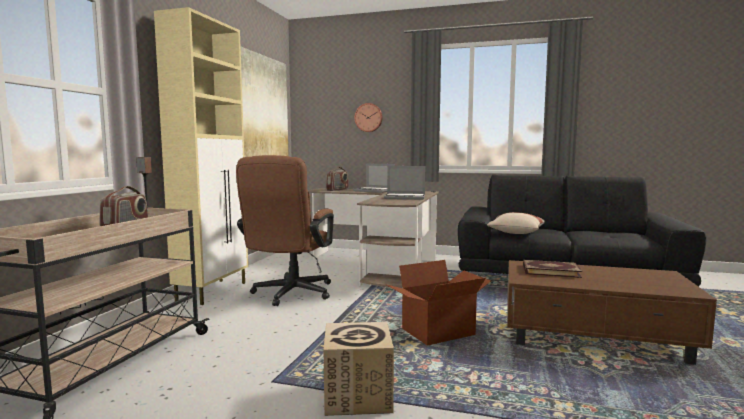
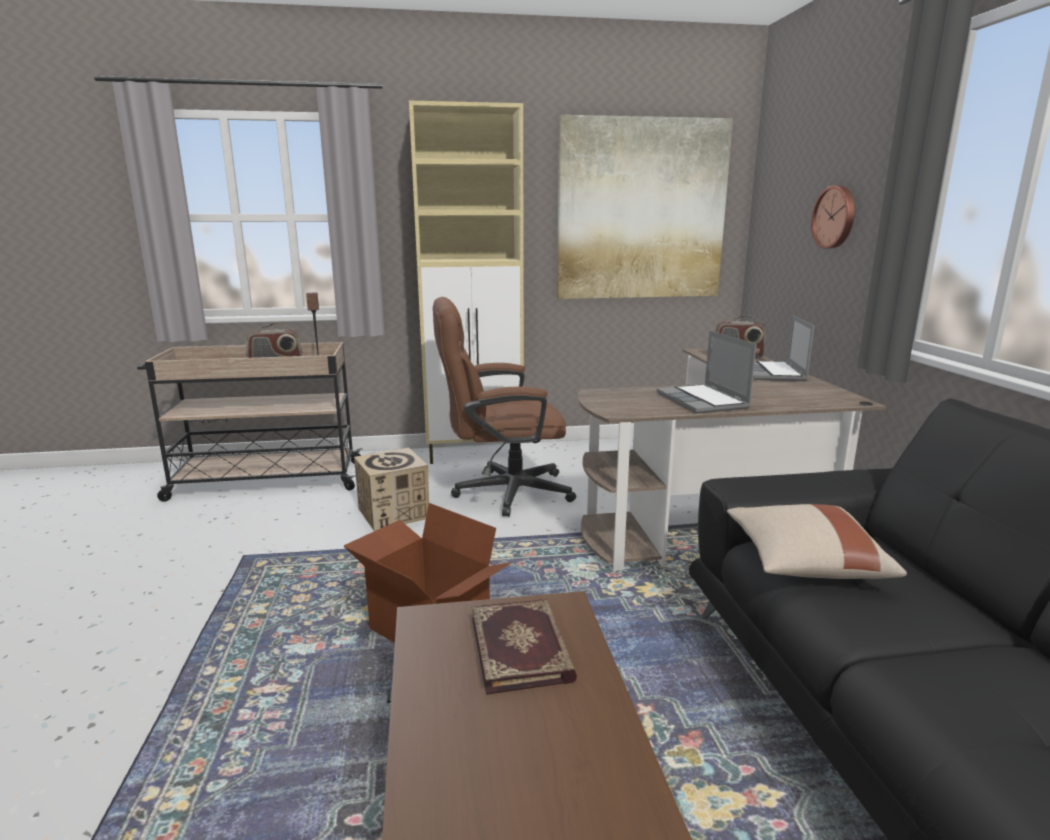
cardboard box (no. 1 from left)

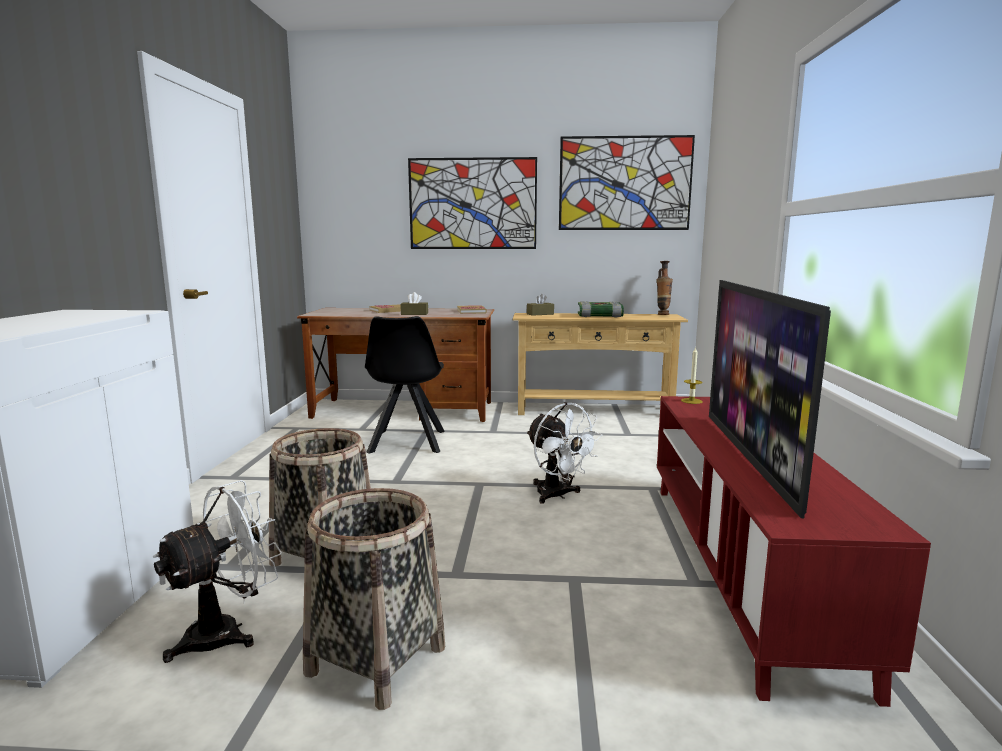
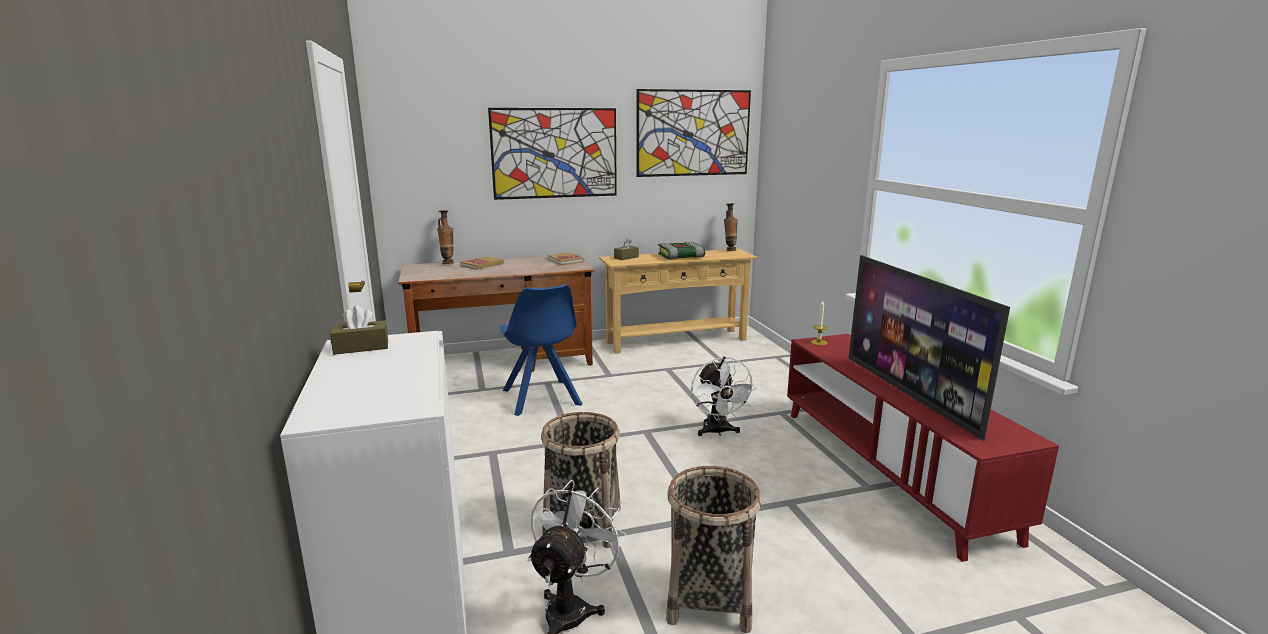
tissue box/brown (no. 1 from left); decorative vase (no. 1 from left); upright chair/bluish; fan/white (no. 2 from left)

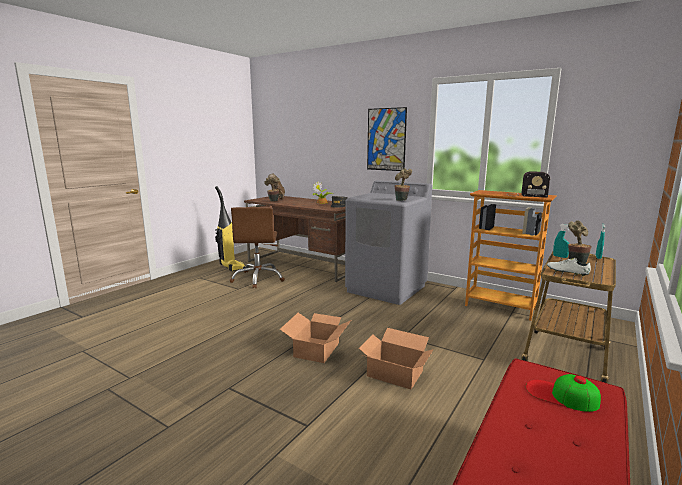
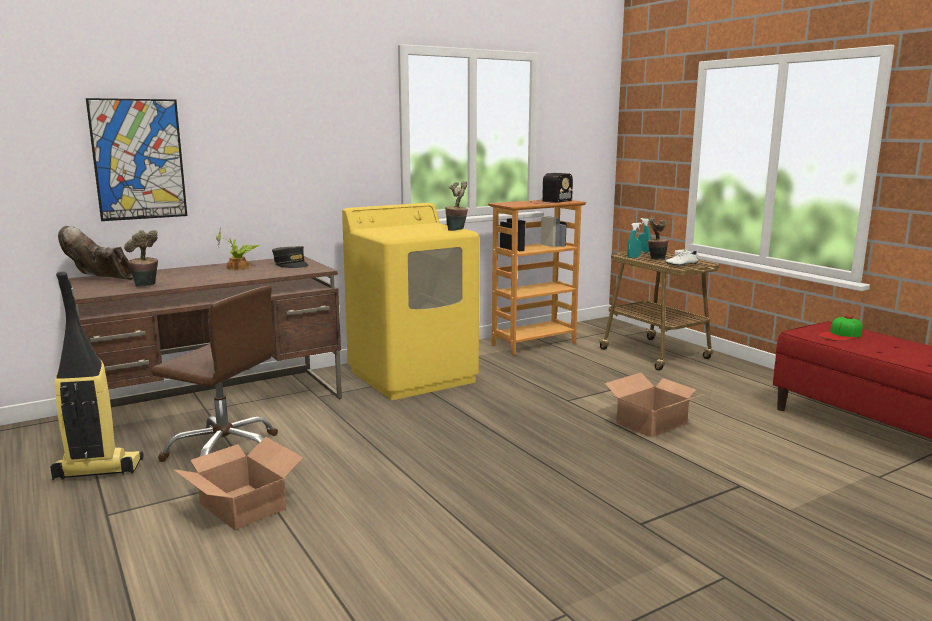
wall picture; cardboard box (no. 1 from left); washing machine/yellow

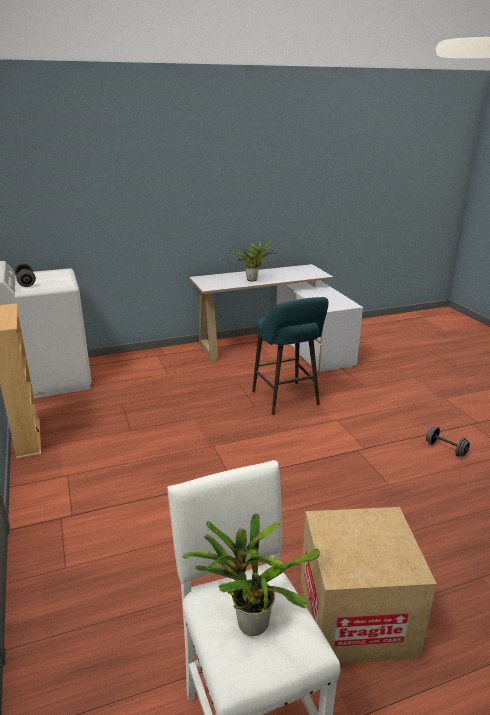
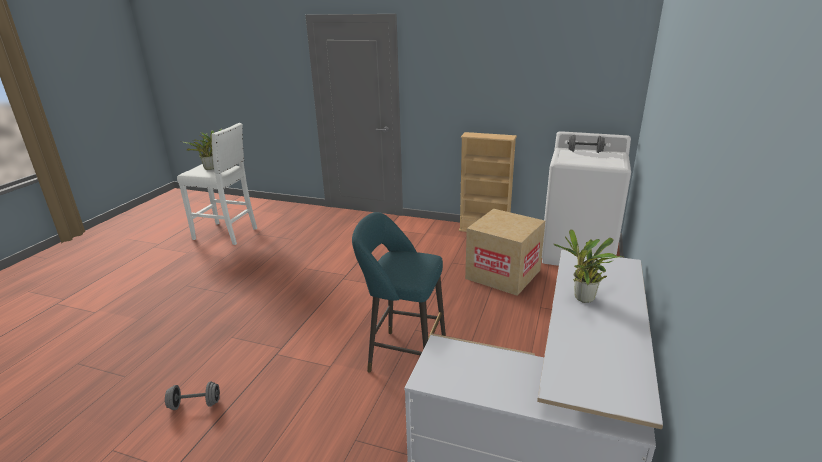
cardboard box

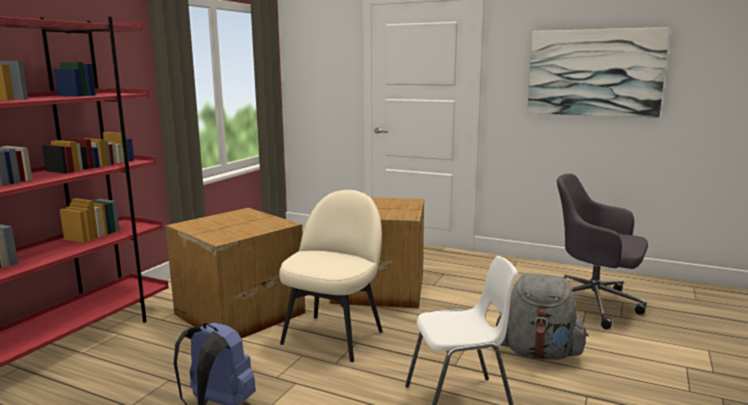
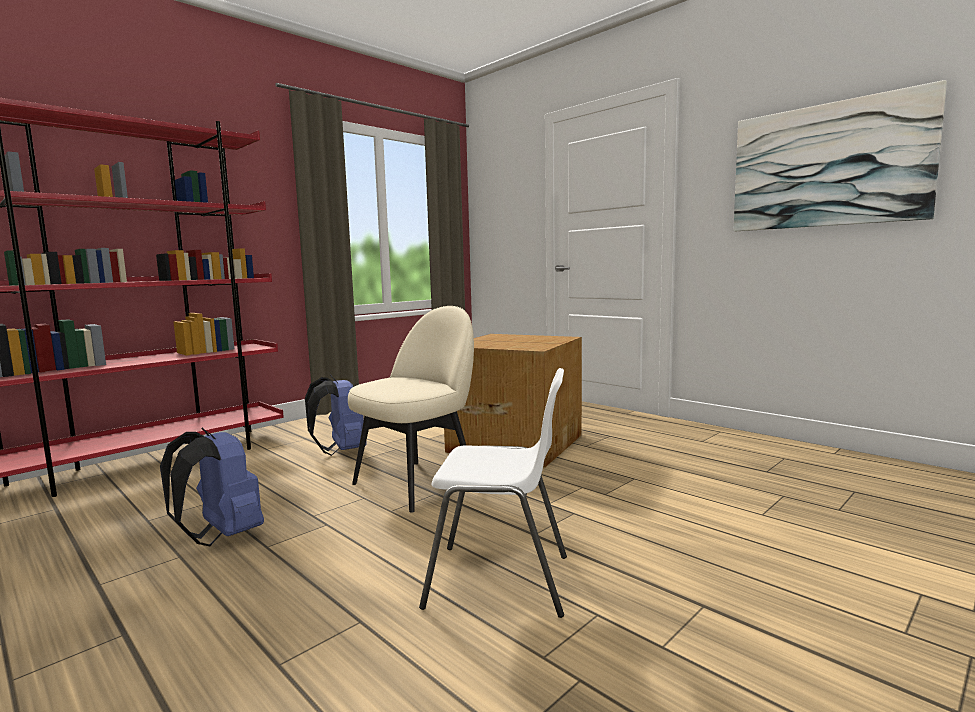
knapsack/bluish (no. 2 from left); knapsack/greyish; office chair/greyish

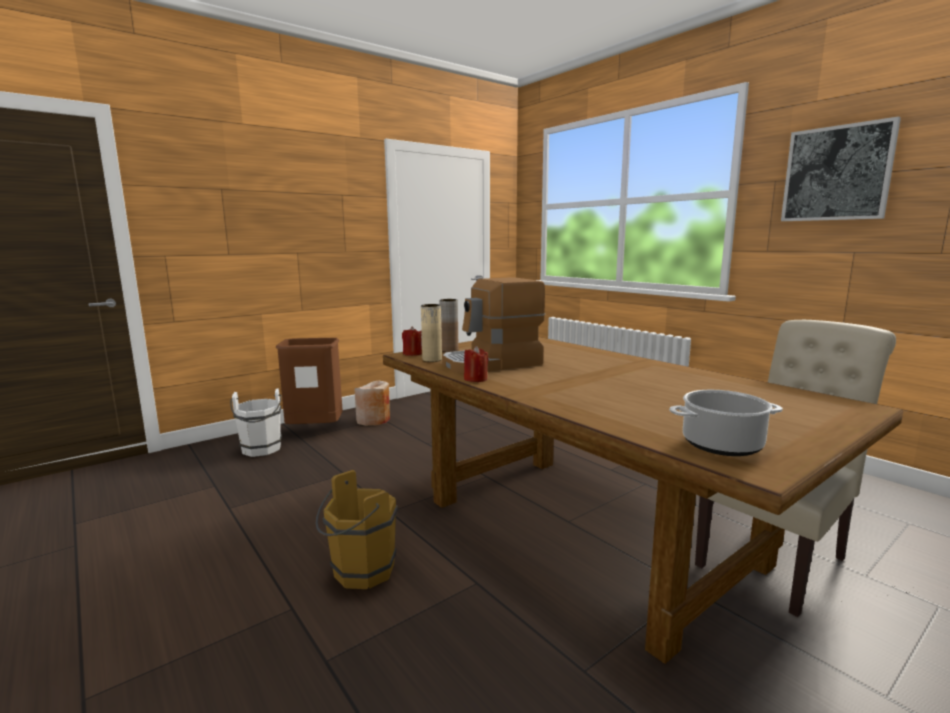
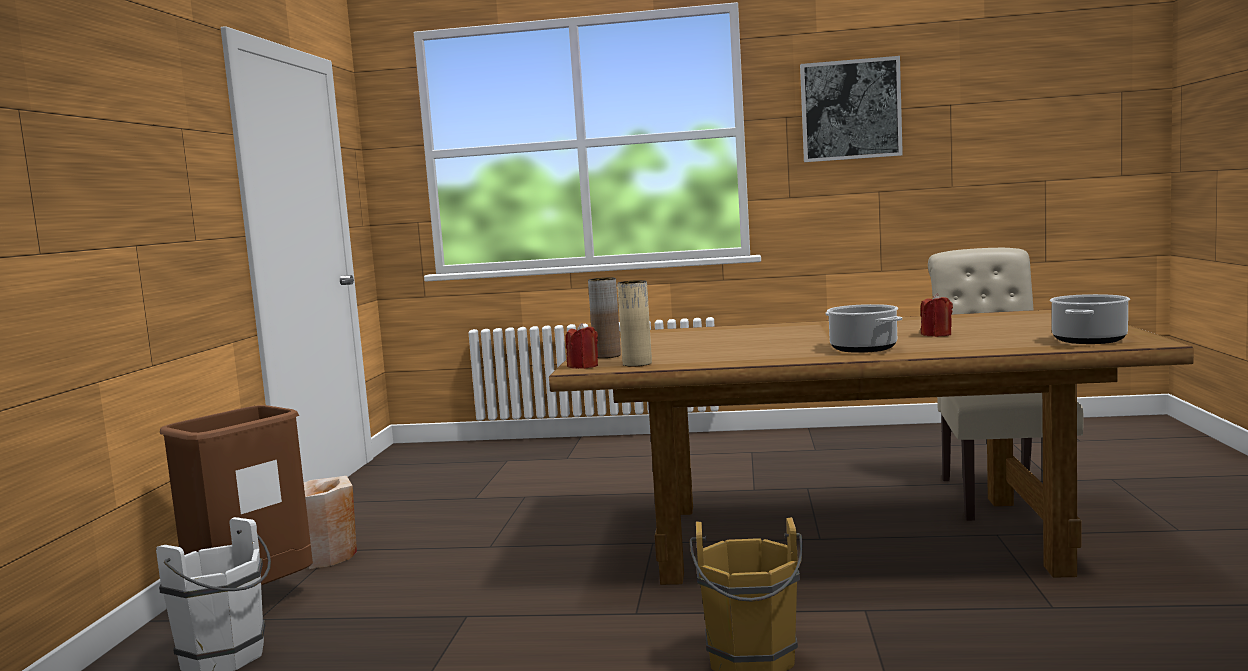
cooking pot (no. 1 from left); candle/reddish (no. 2 from left); coffee machine

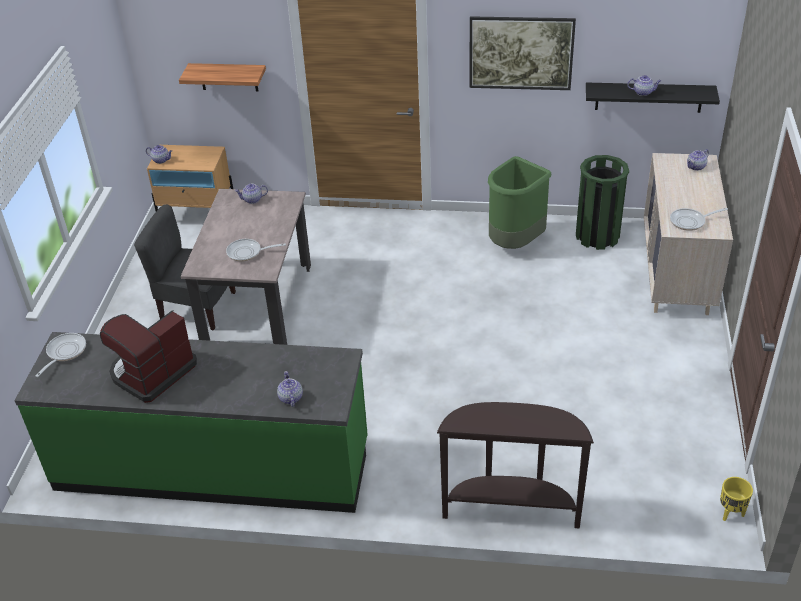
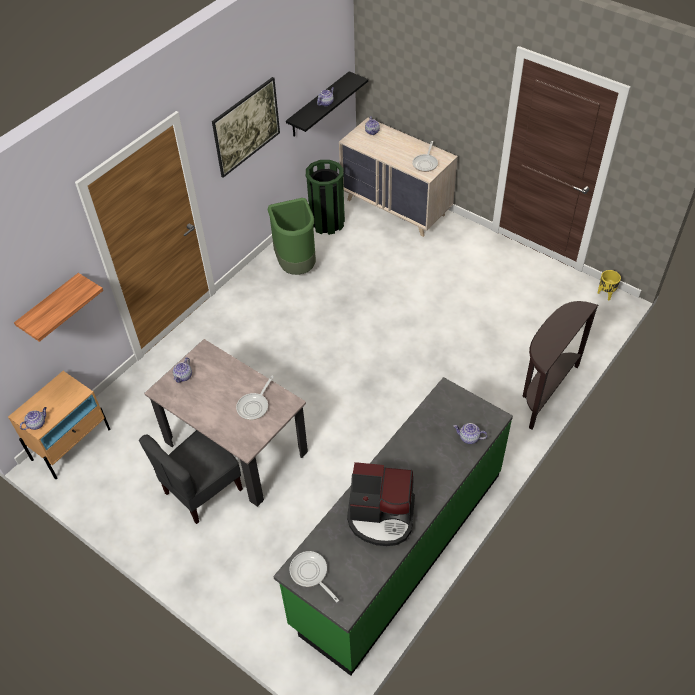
coffee machine

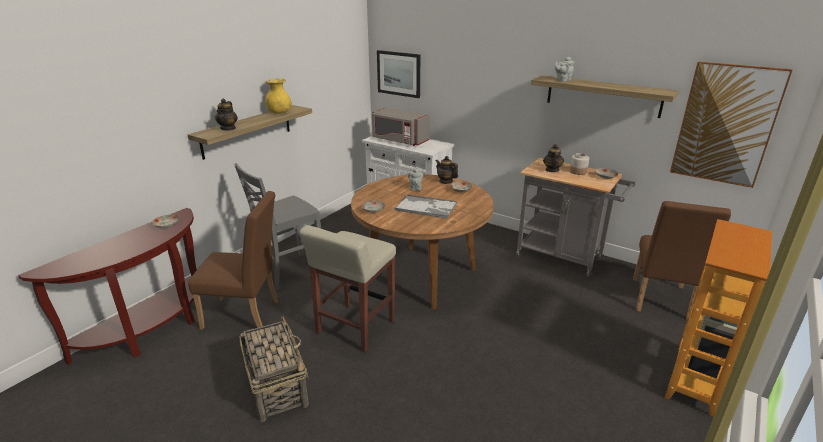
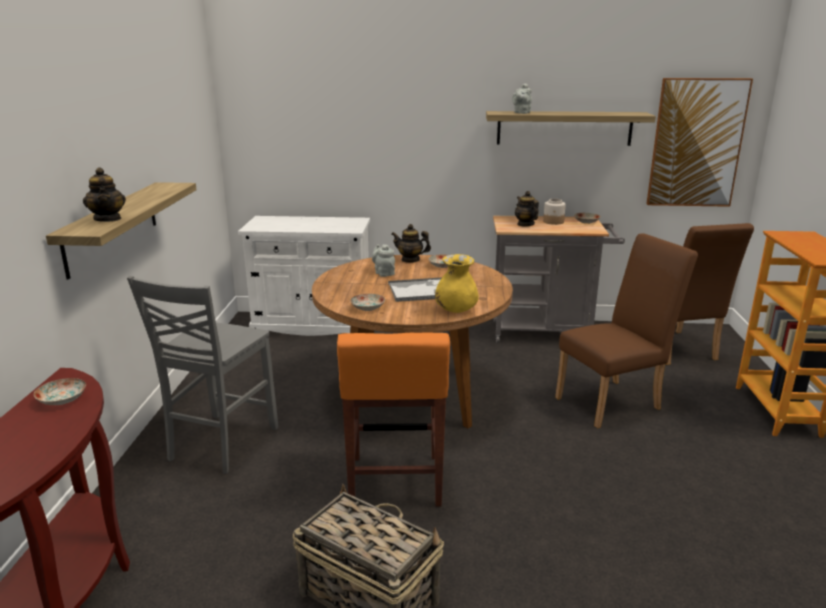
stool/orange-coloured; decorative vase/yellow; upright chair/brown (no. 1 from left); microwave oven/greyish; wall picture (no. 1 from left in the first image)

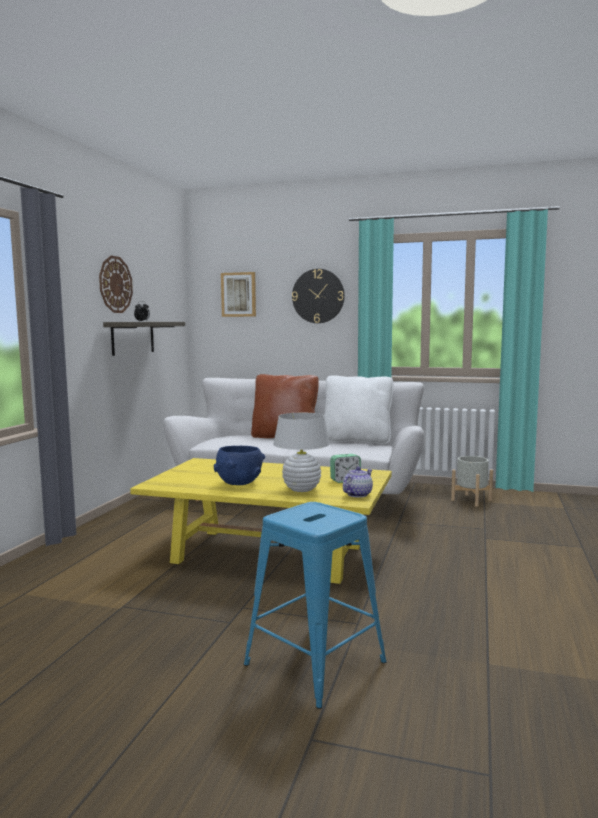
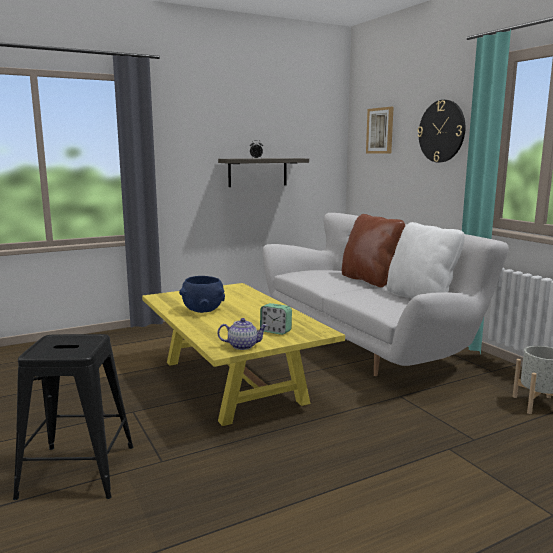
stool/black-coloured; wall clock (no. 1 from left in the first image); tabletop lamp/white

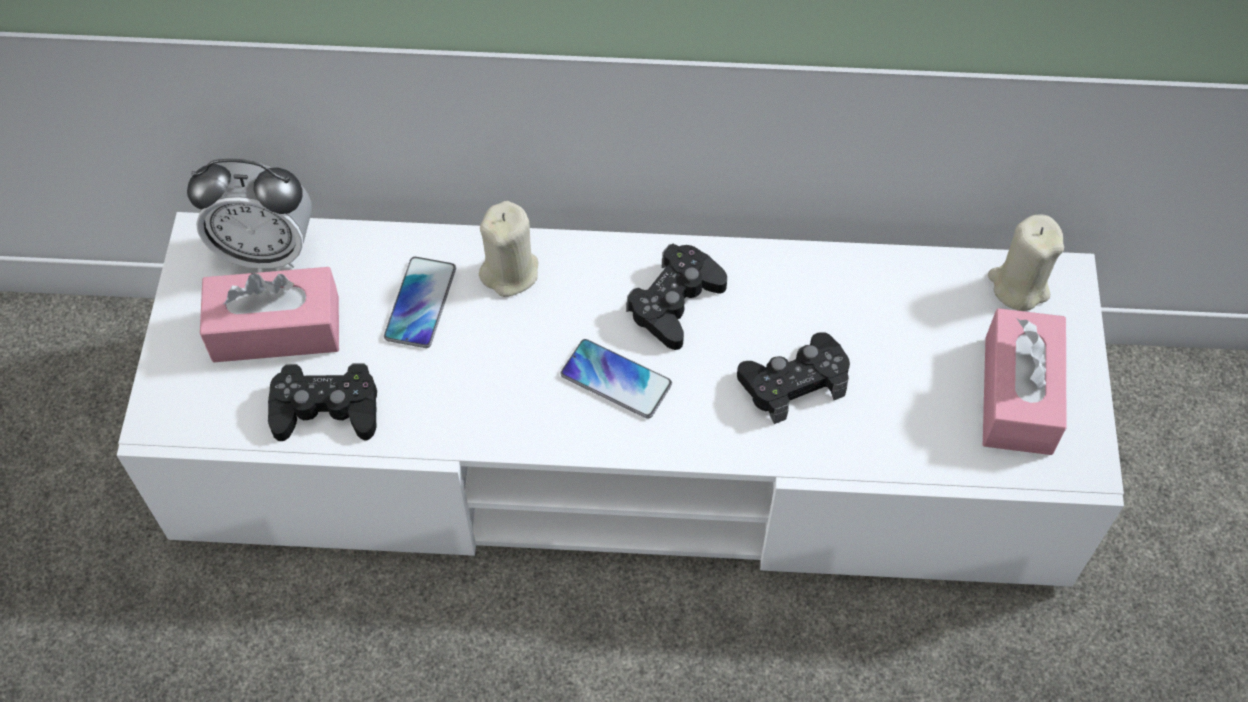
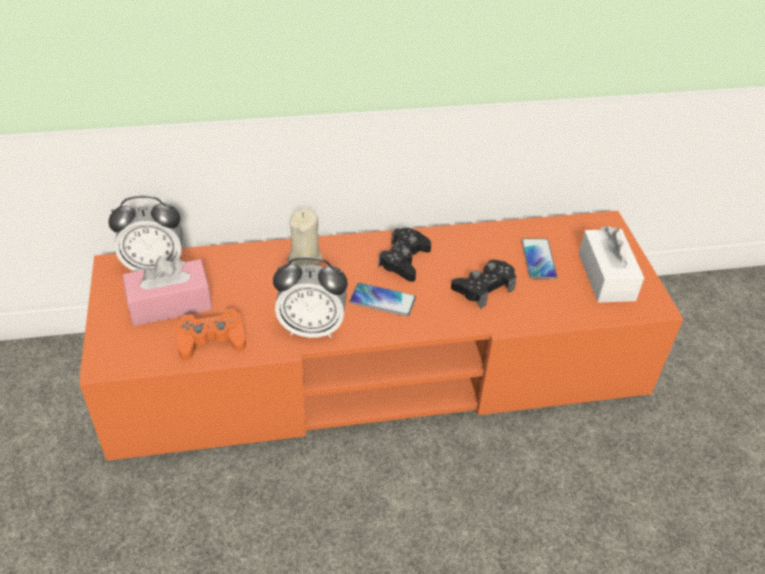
media console/orange-coloured; joypad/orange-coloured; bedside clock (no. 2 from left); phone (no. 2 from left); tissue box/white; candle/sand-coloured (no. 2 from left in the first image)

